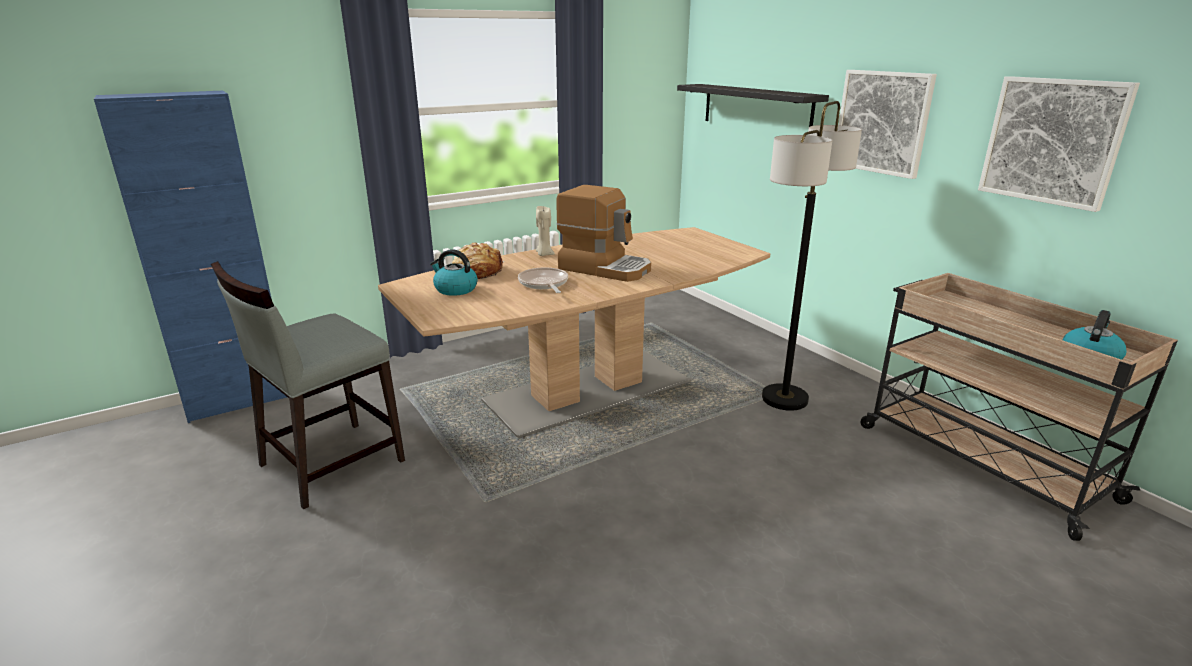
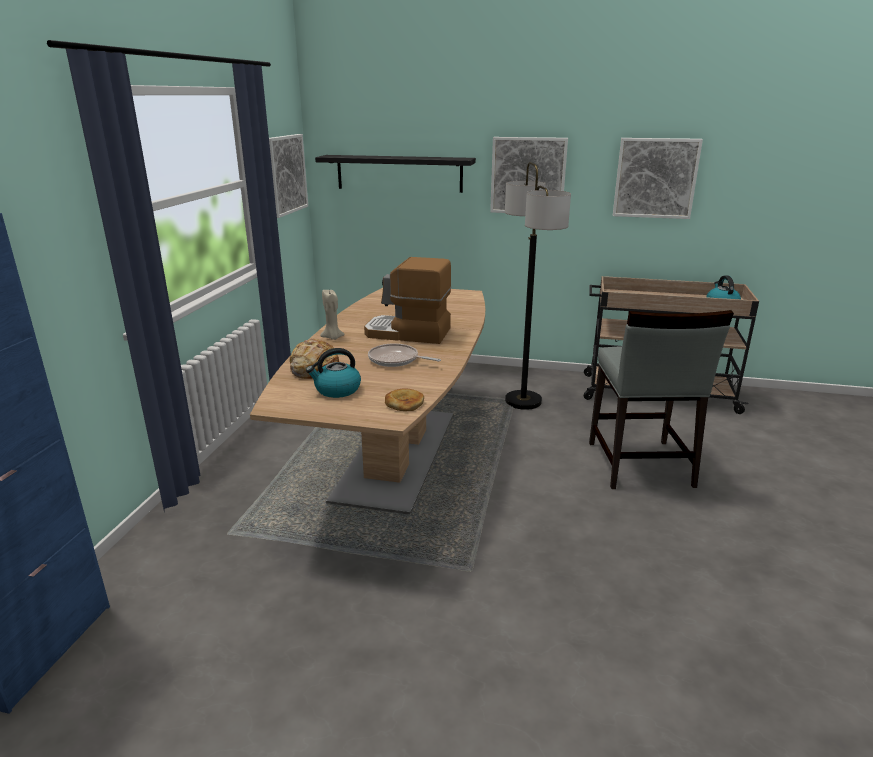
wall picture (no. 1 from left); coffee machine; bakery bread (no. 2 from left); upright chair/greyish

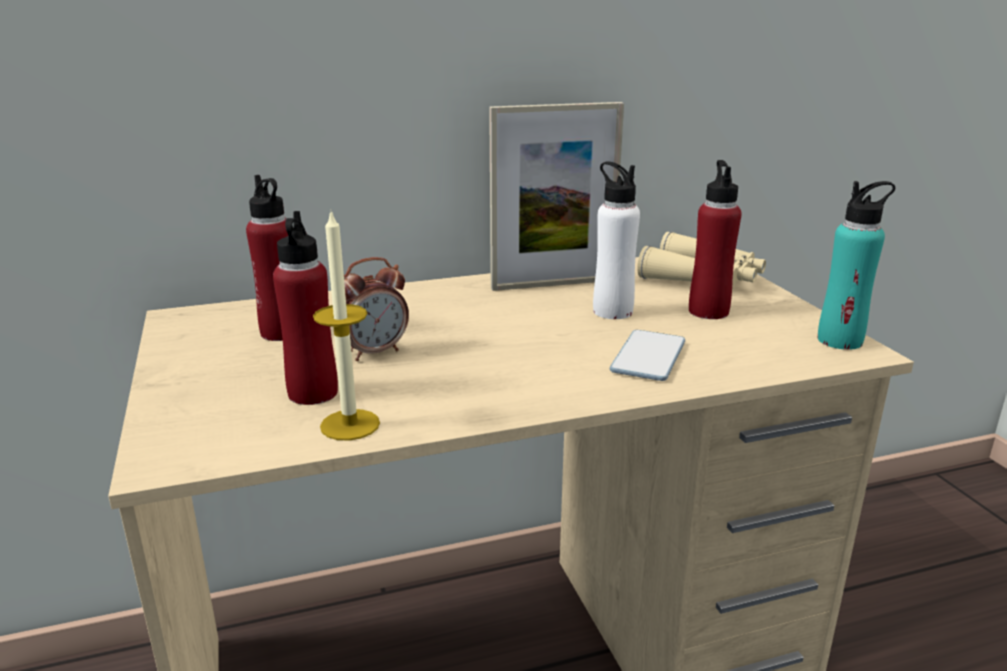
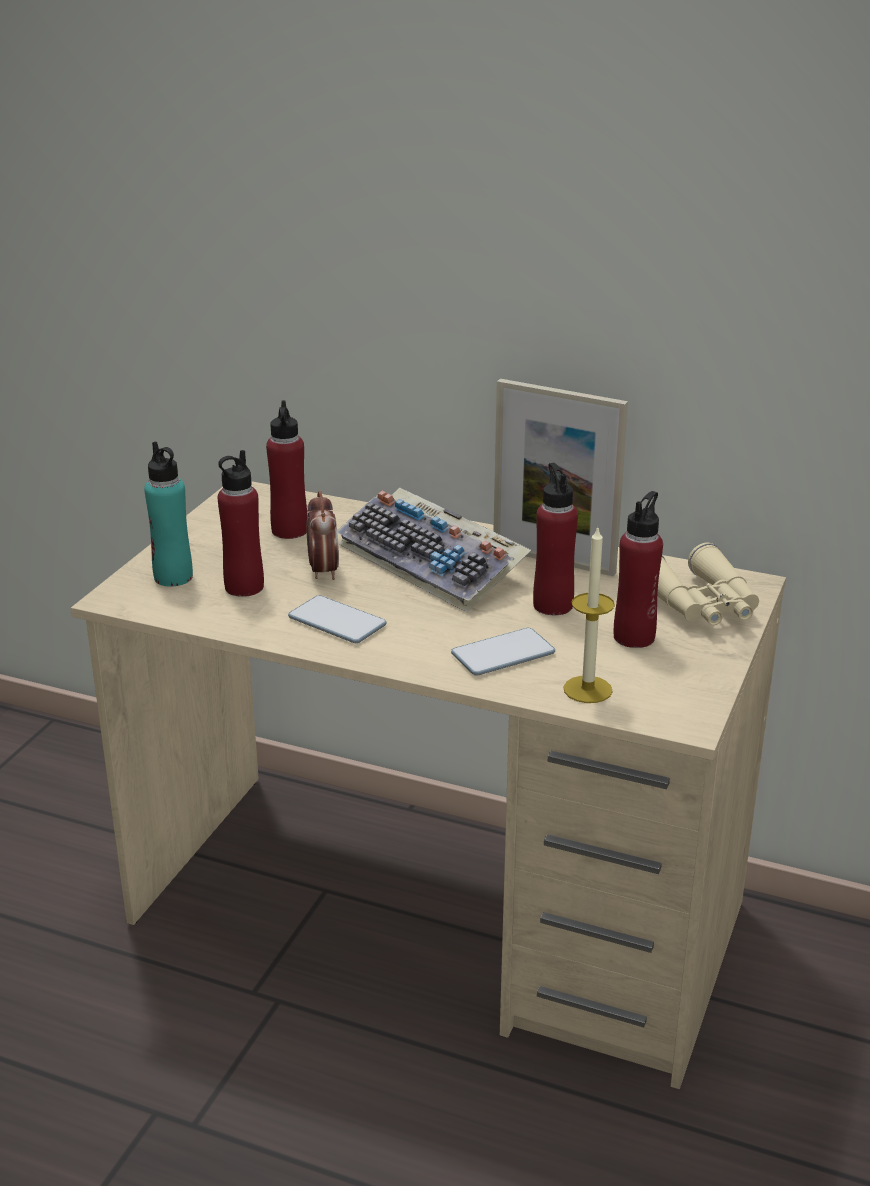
drink bottle/turquoise; phone (no. 1 from left); bedside clock; keyboard; drink bottle/reddish (no. 3 from left); candle

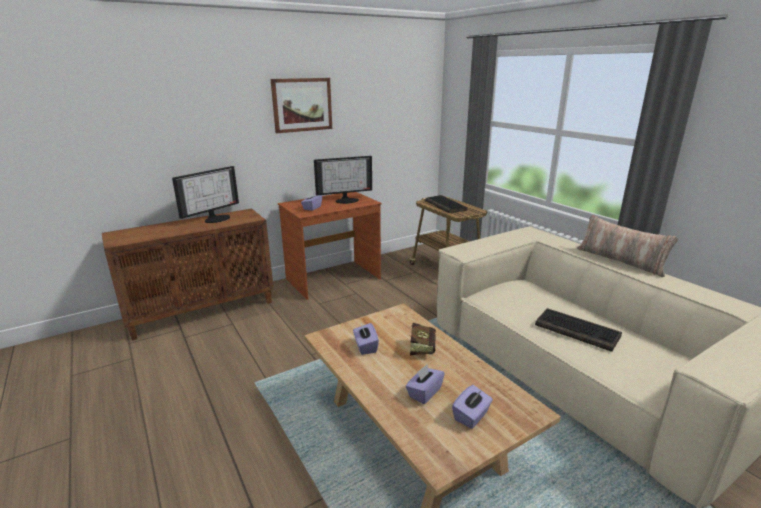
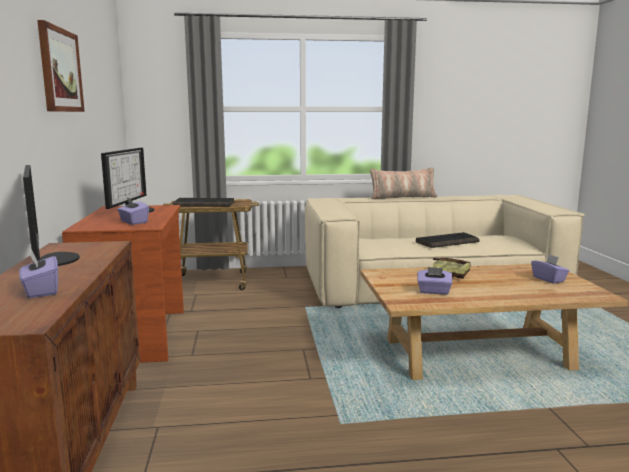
tissue box/purple-coloured (no. 1 from left)

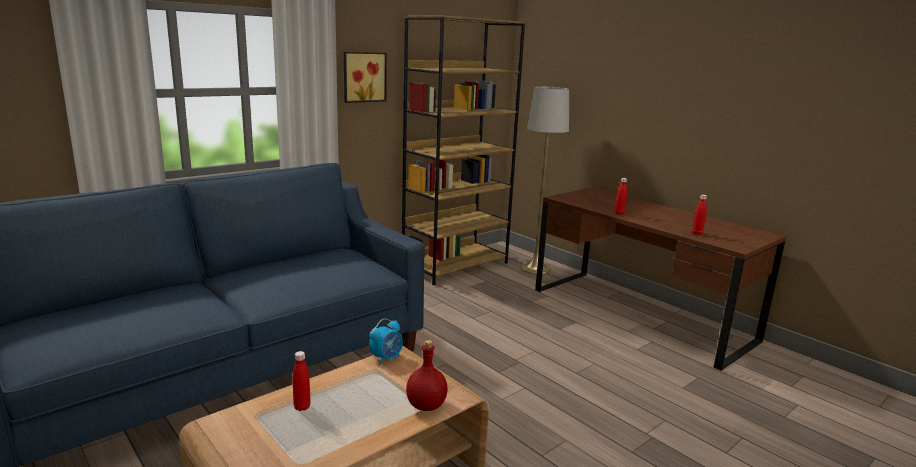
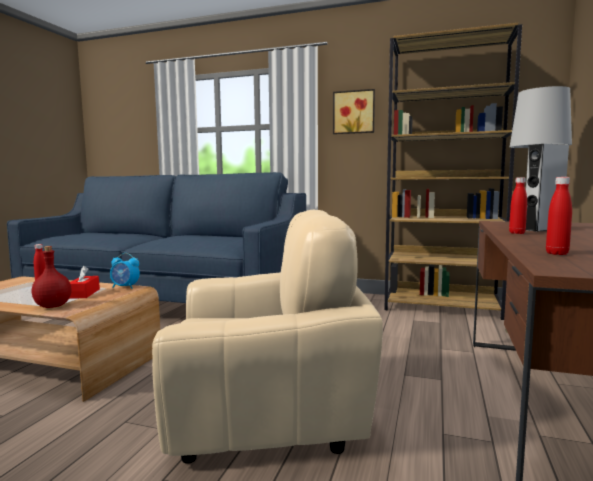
tissue box/reddish; easy chair/sand-coloured; audio speaker/greyish

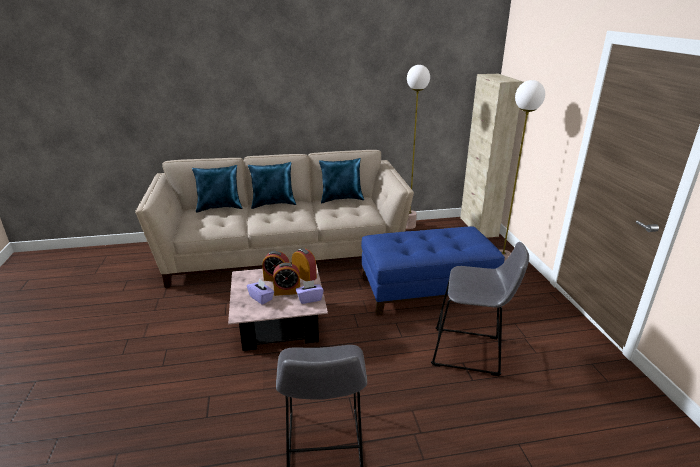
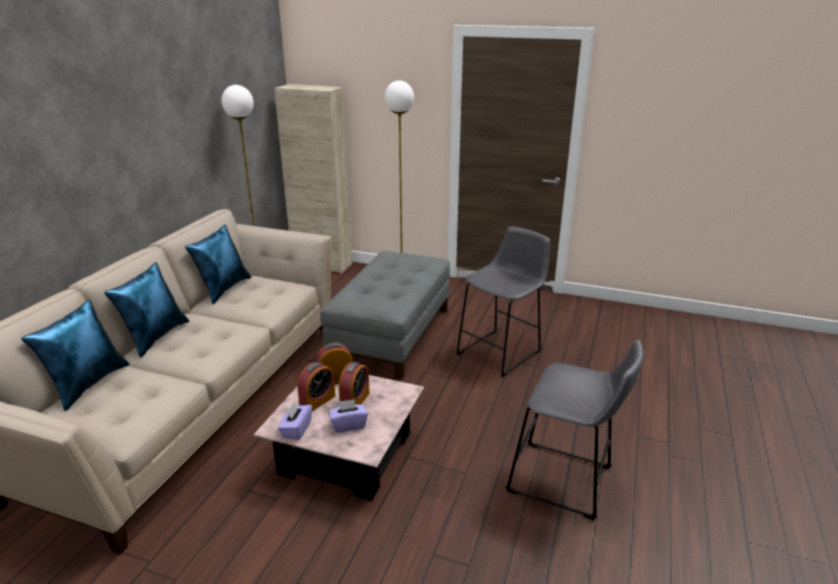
tissue box/purple-coloured (no. 1 from left); pouffe/greyish

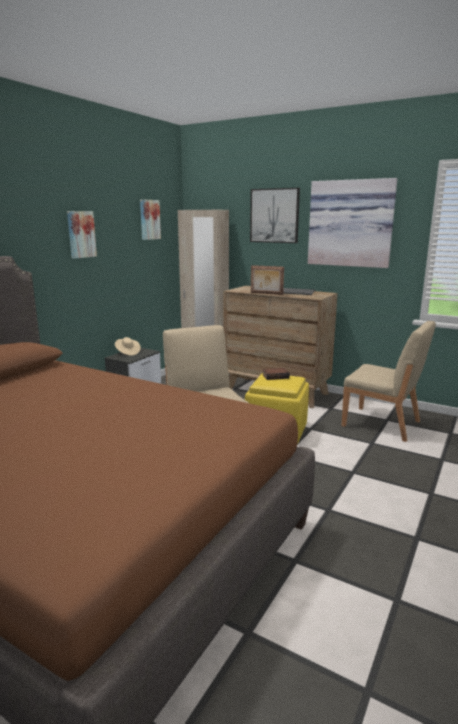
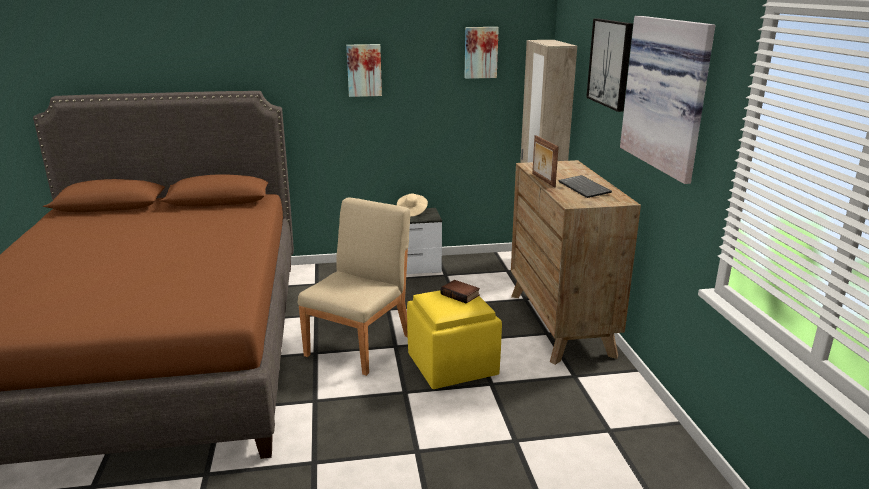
upright chair/sand-coloured (no. 2 from left in the first image)

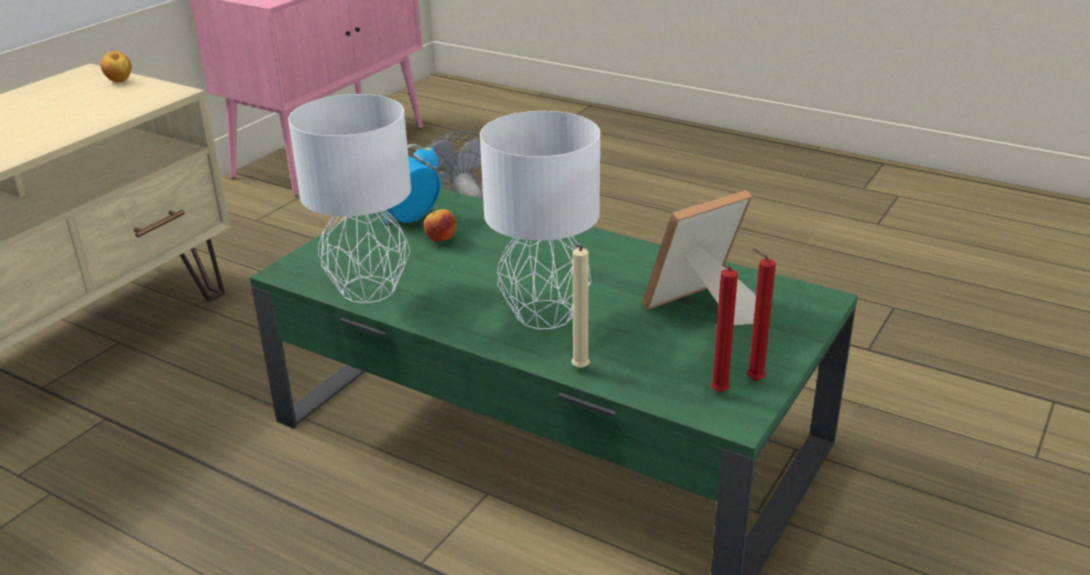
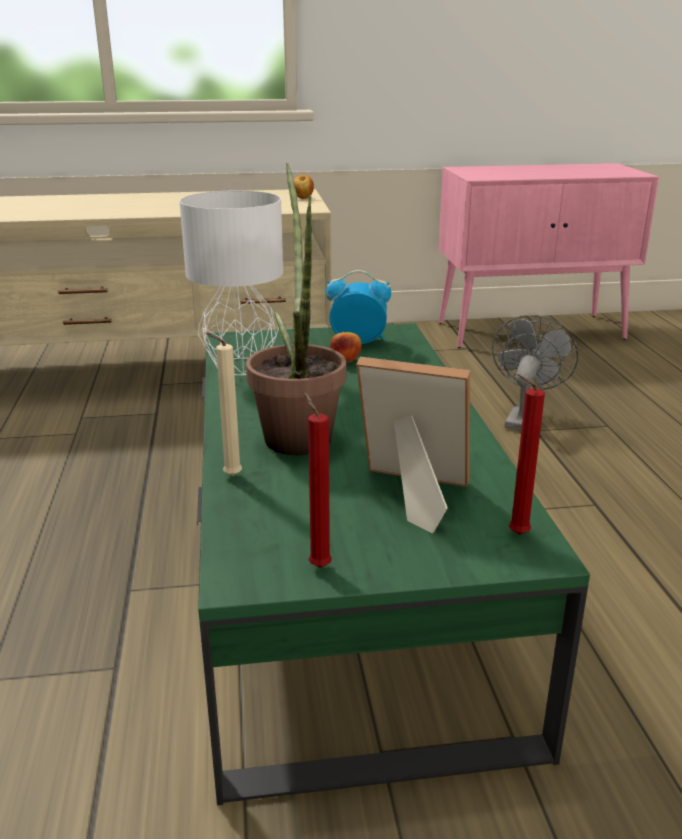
plant in a pot; candle/reddish (no. 2 from left)

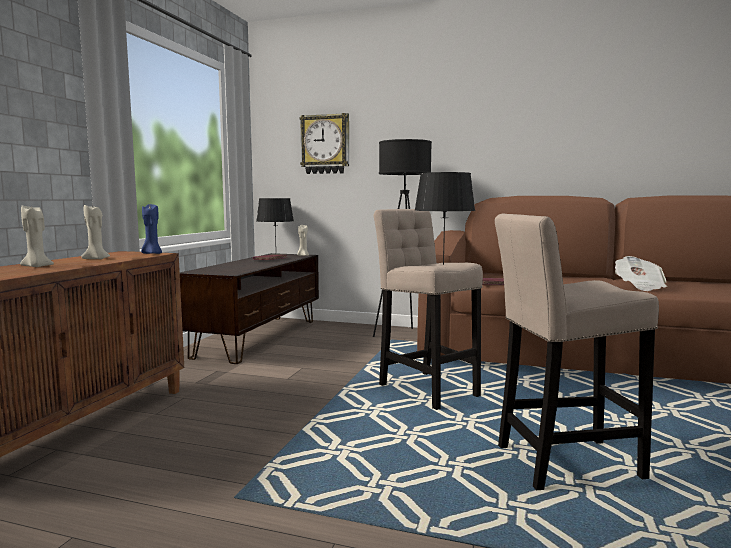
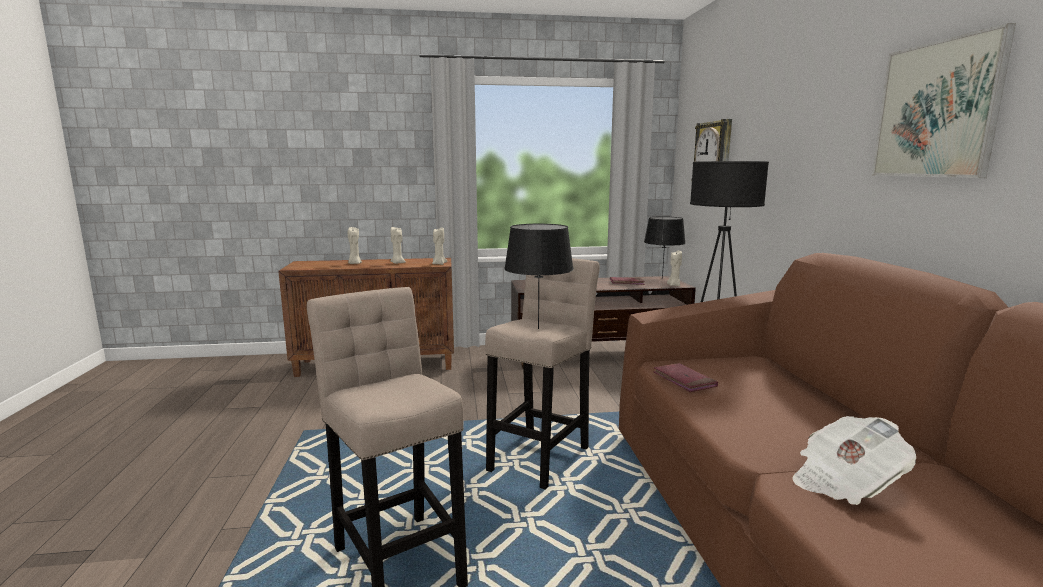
candle/sand-coloured (no. 3 from left); wall picture

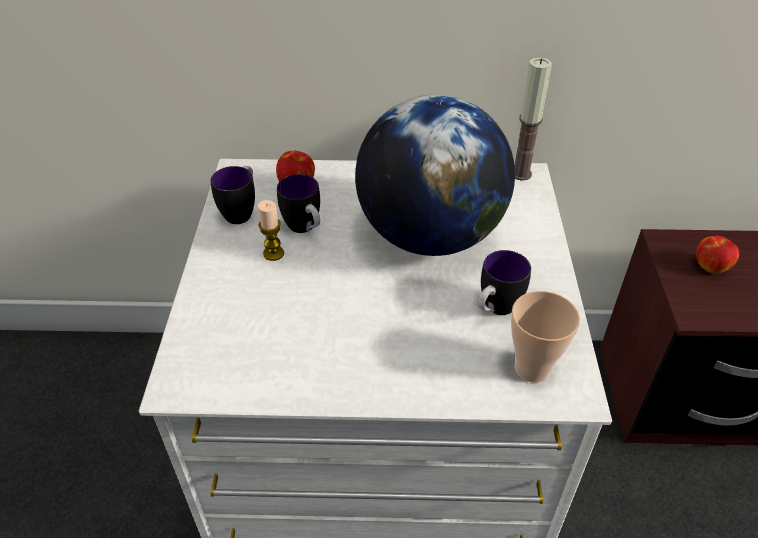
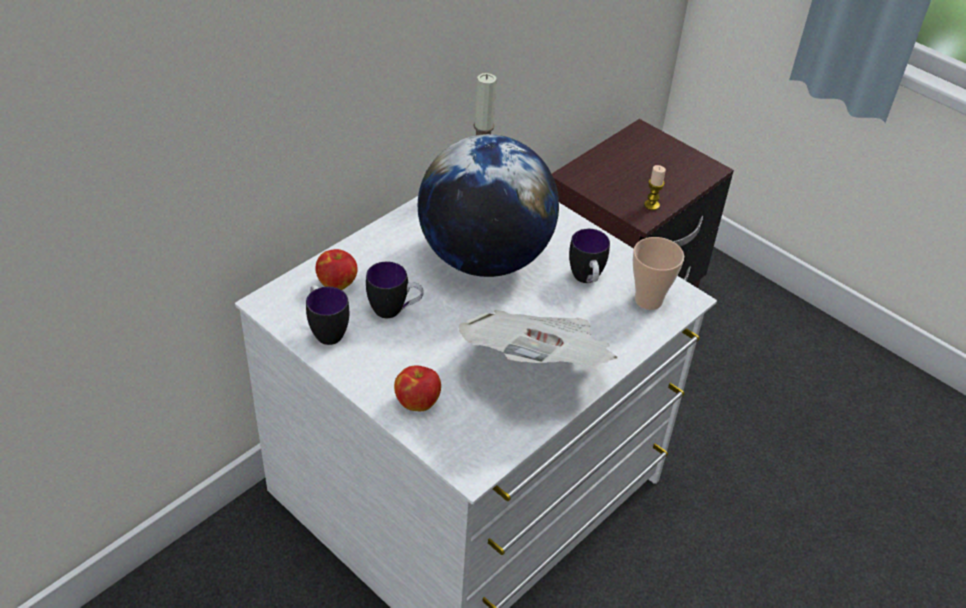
whole apple (no. 2 from left); printed paper; candle (no. 2 from left)

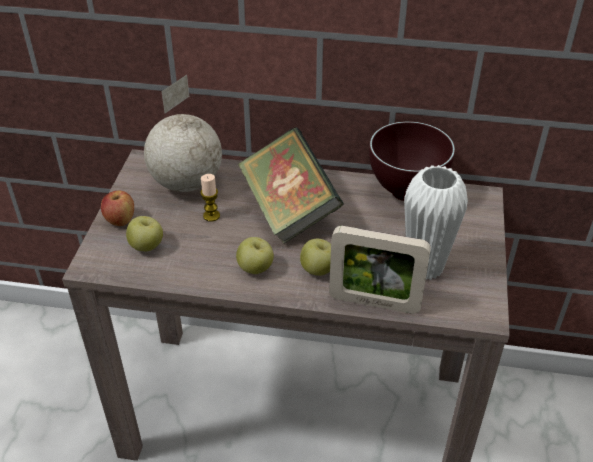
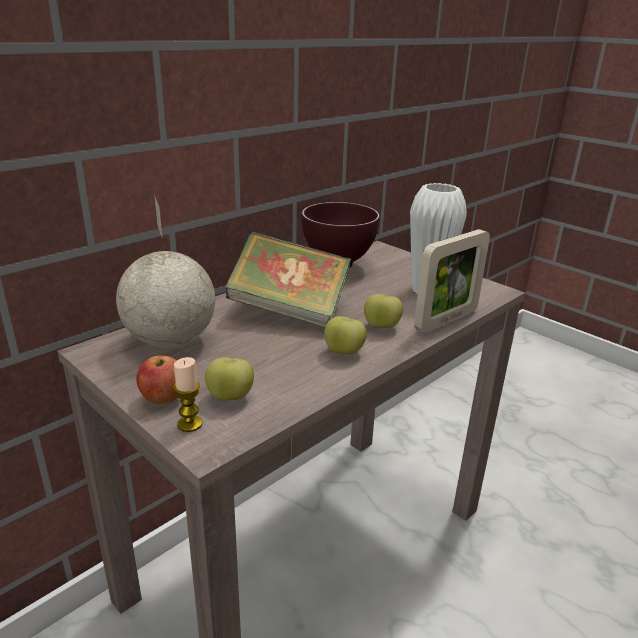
candle

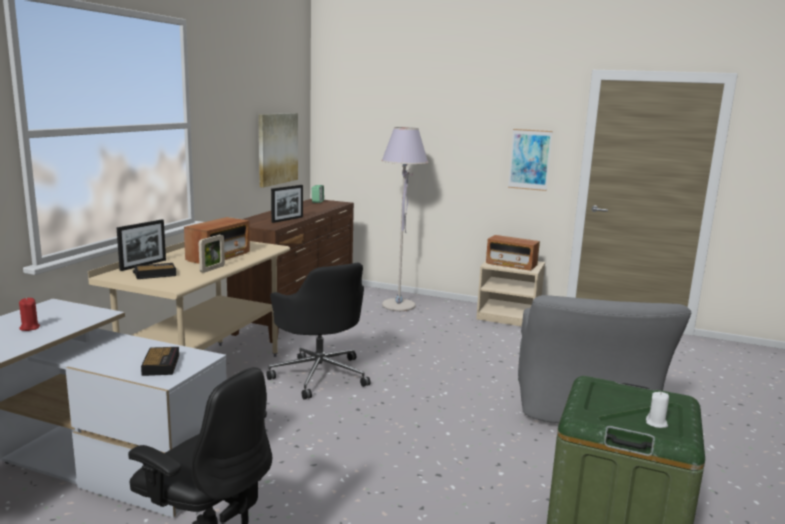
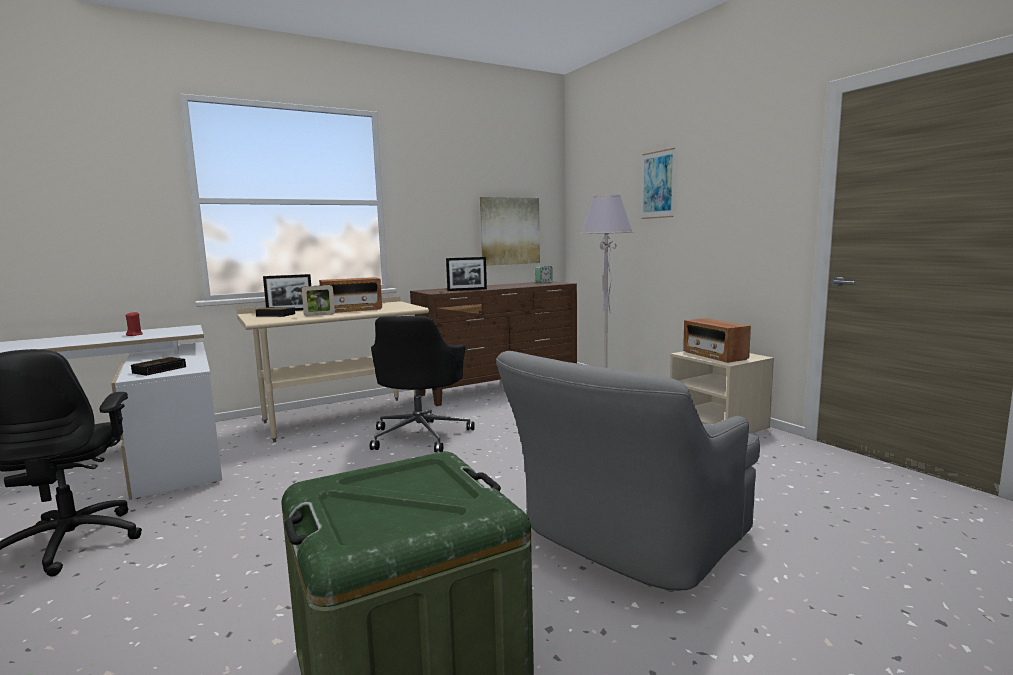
wall picture (no. 2 from left); candle/white

